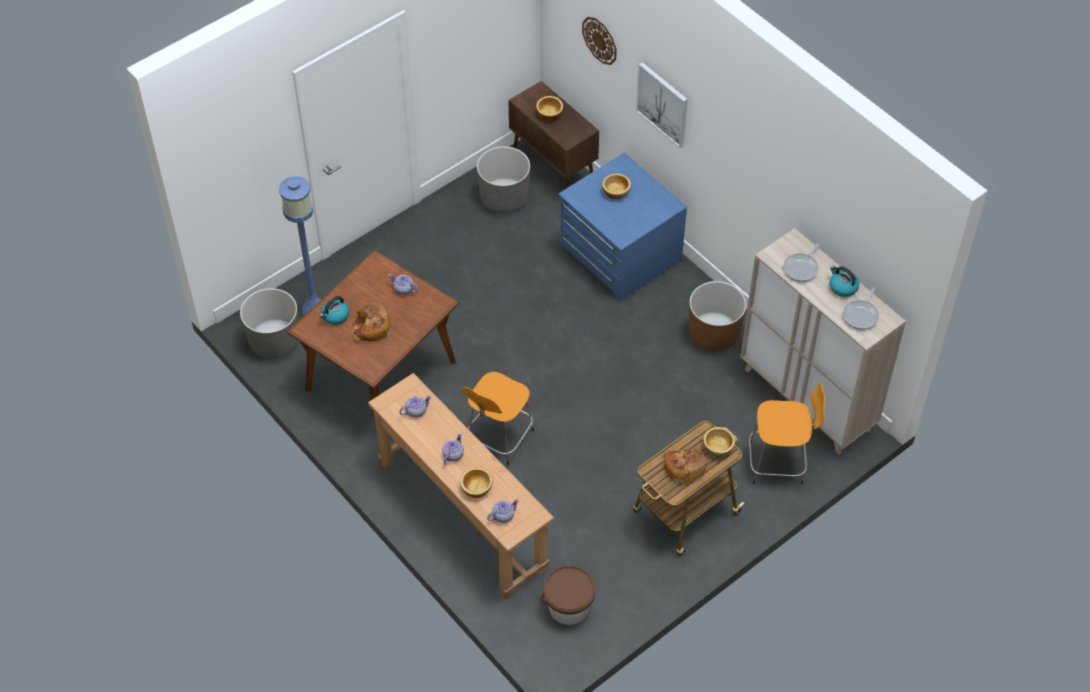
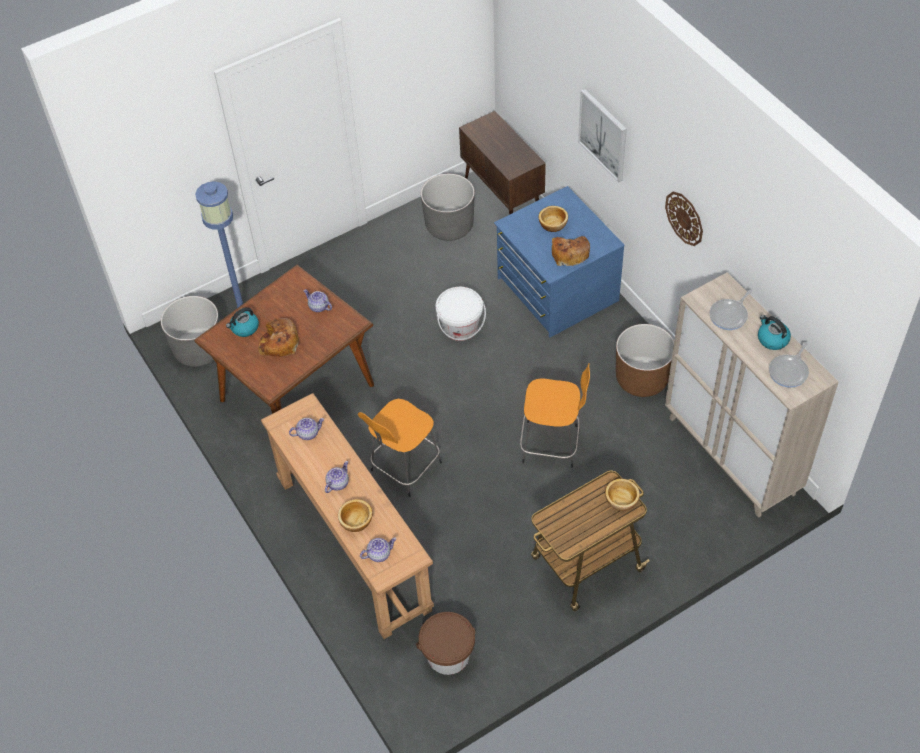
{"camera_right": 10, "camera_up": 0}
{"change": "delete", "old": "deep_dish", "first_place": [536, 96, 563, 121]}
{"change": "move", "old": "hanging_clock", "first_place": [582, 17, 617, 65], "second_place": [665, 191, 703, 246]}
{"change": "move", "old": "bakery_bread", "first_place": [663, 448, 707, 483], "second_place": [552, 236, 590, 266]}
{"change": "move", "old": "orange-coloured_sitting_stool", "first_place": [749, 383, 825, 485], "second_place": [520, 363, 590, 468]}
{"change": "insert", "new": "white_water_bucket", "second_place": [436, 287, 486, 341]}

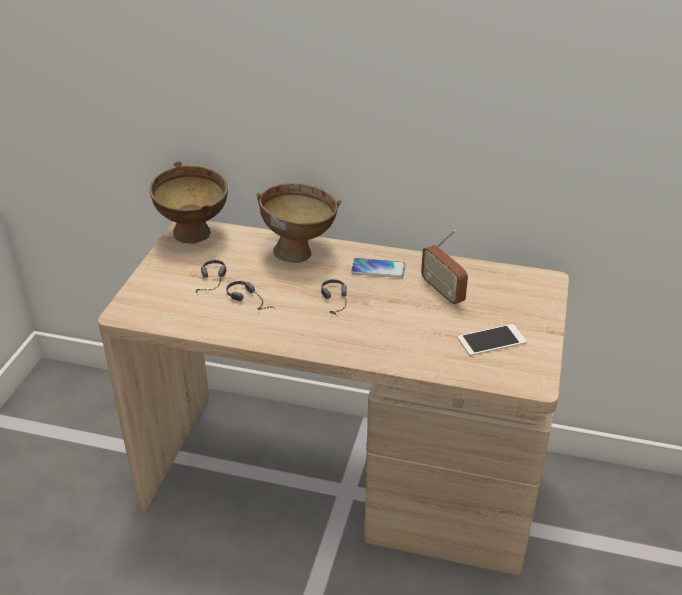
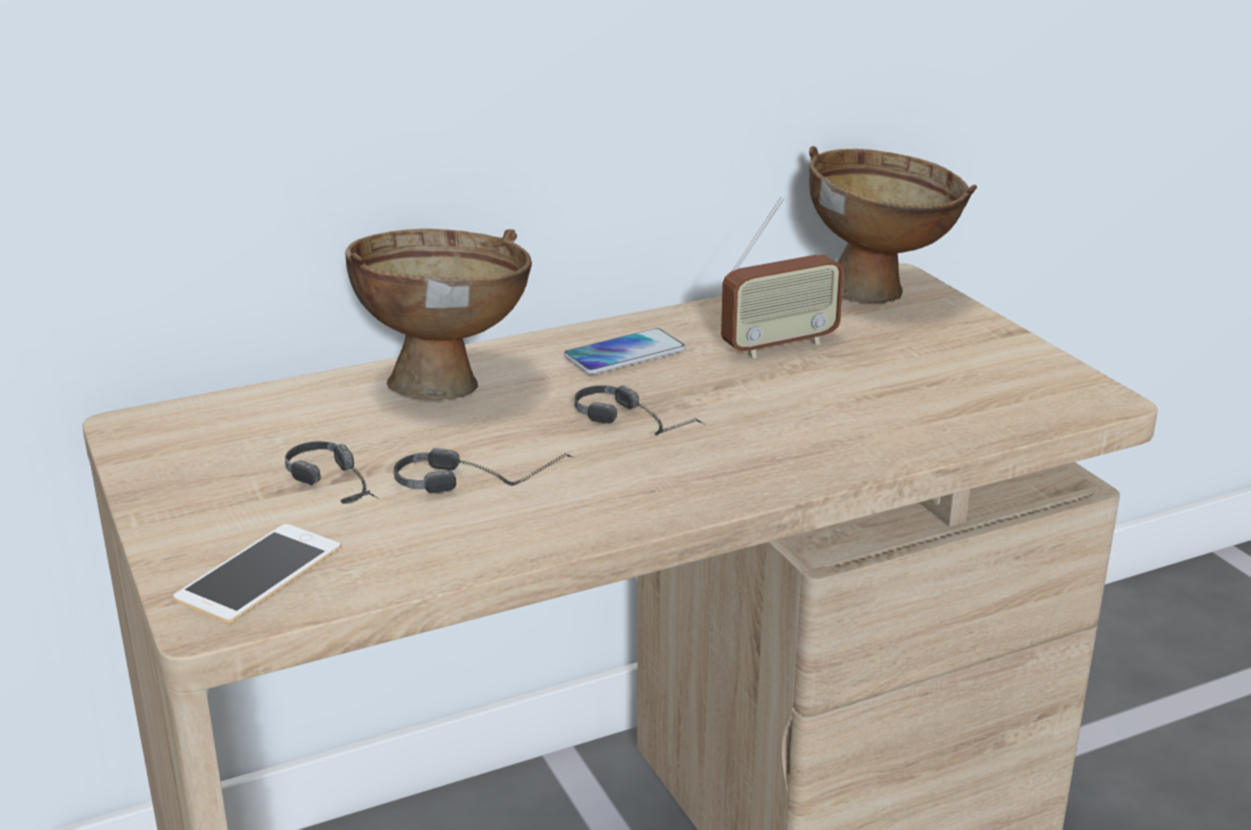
{"camera_right": -40, "camera_up": -10}
{"change": "move", "old": "brown-coloured_deep_dish", "first_place": [150, 161, 228, 244], "second_place": [809, 146, 977, 303]}
{"change": "rotate", "old": "radio_set", "first_place": [421, 230, 468, 305], "second_place": [721, 197, 844, 358], "degrees": -45}
{"change": "move", "old": "phone", "first_place": [458, 324, 527, 356], "second_place": [173, 524, 341, 623]}

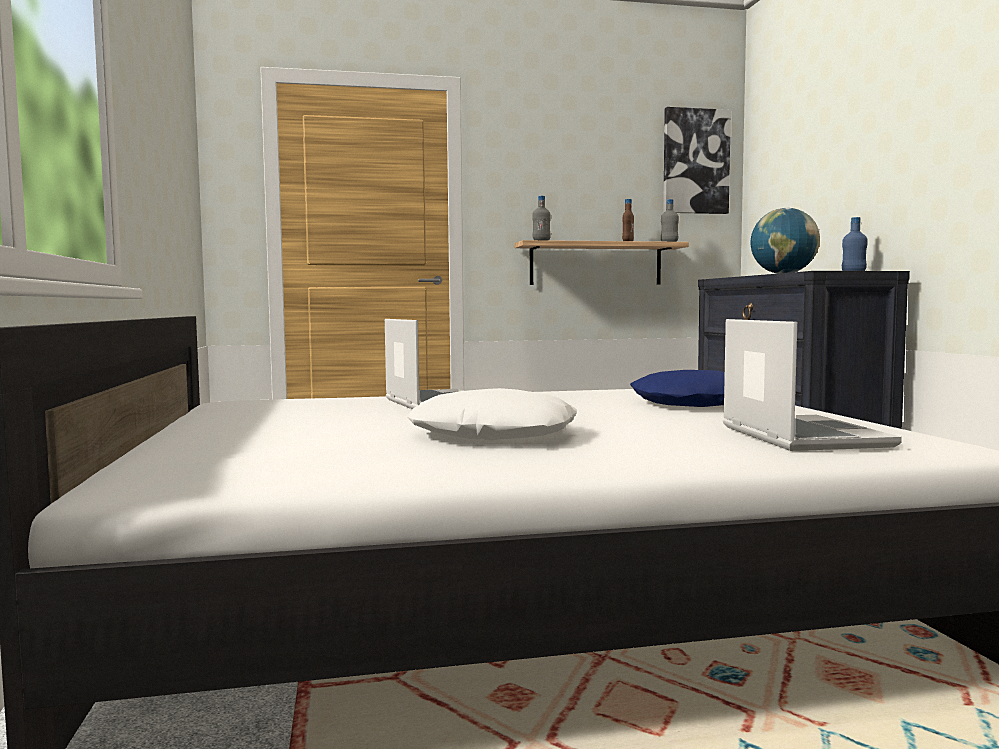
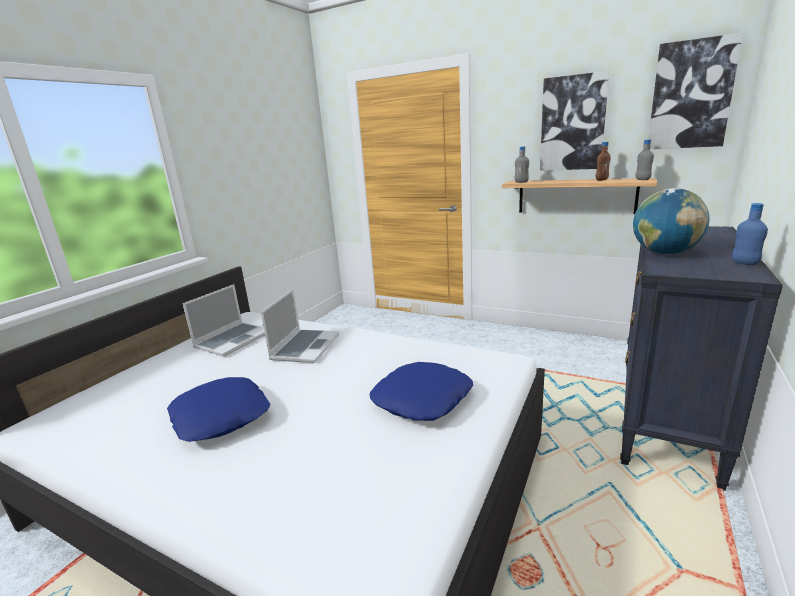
{"camera_right": 40, "camera_up": 15}
{"change": "recolor", "old": "white_throw_pillow", "new": "bluish_throw_pillow", "first_place": [407, 388, 577, 440], "second_place": [167, 377, 270, 442]}
{"change": "move", "old": "laptop", "first_place": [723, 319, 902, 451], "second_place": [182, 284, 265, 357]}
{"change": "insert", "new": "wall_art", "second_place": [540, 71, 609, 171]}

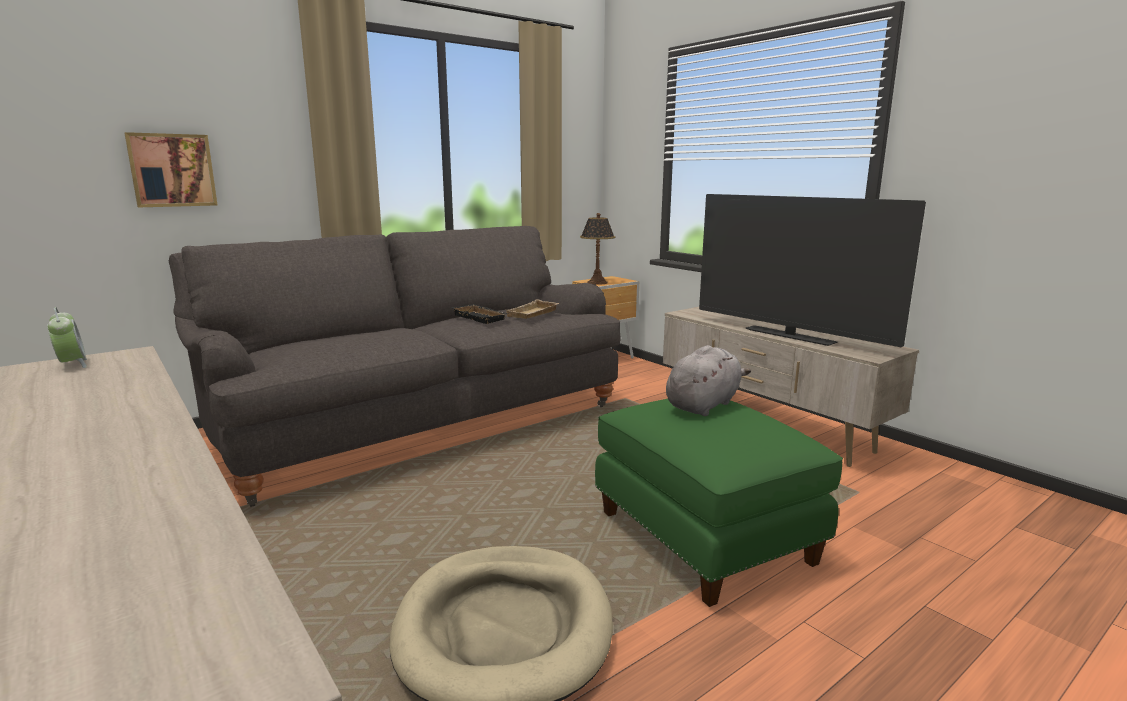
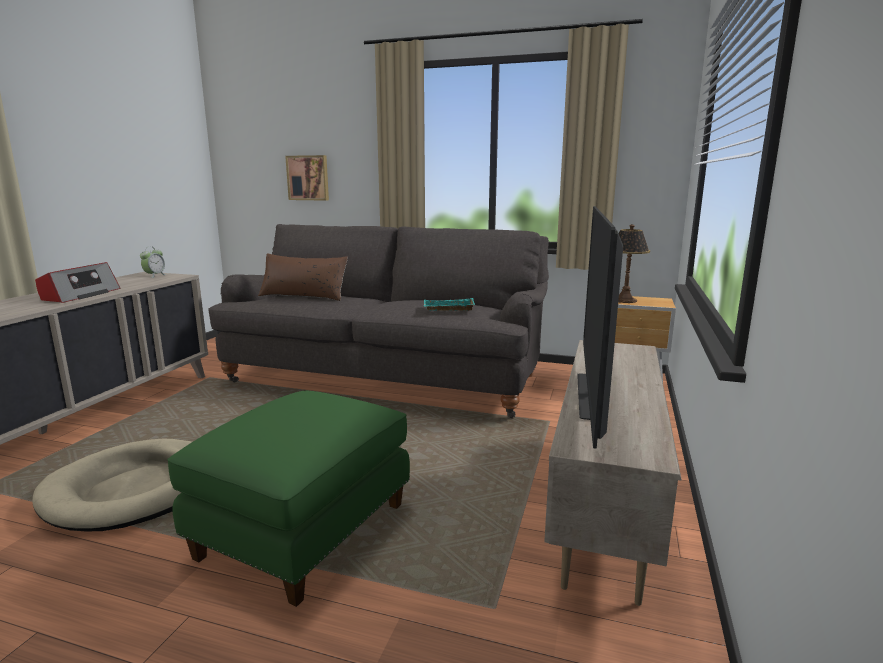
{"camera_right": 55, "camera_up": 0}
{"change": "delete", "old": "blackish_serving_tray", "first_place": [452, 304, 508, 324]}
{"change": "recolor", "old": "beige_serving_tray", "new": "blue-green_serving_tray", "first_place": [506, 299, 559, 319], "second_place": [424, 298, 475, 311]}
{"change": "delete", "old": "gray_soft_toy", "first_place": [666, 345, 751, 416]}
{"change": "insert", "new": "radio_set", "second_place": [35, 262, 120, 303]}
{"change": "insert", "new": "brown-coloured_throw_pillow", "second_place": [258, 254, 348, 301]}

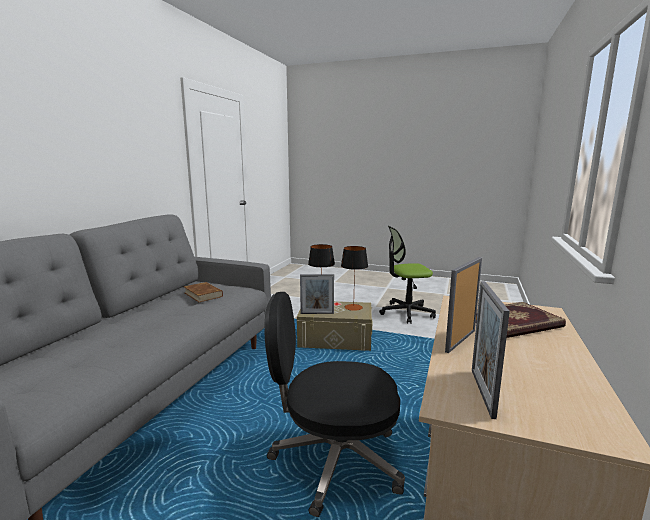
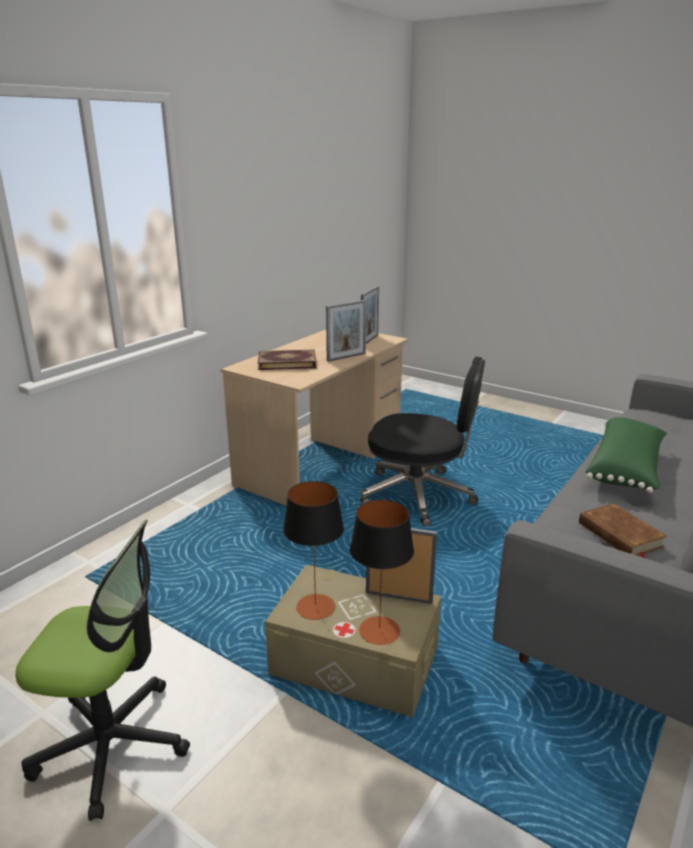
{"camera_right": -165, "camera_up": 10}
{"change": "insert", "new": "greenish_throw_pillow", "second_place": [585, 417, 667, 493]}

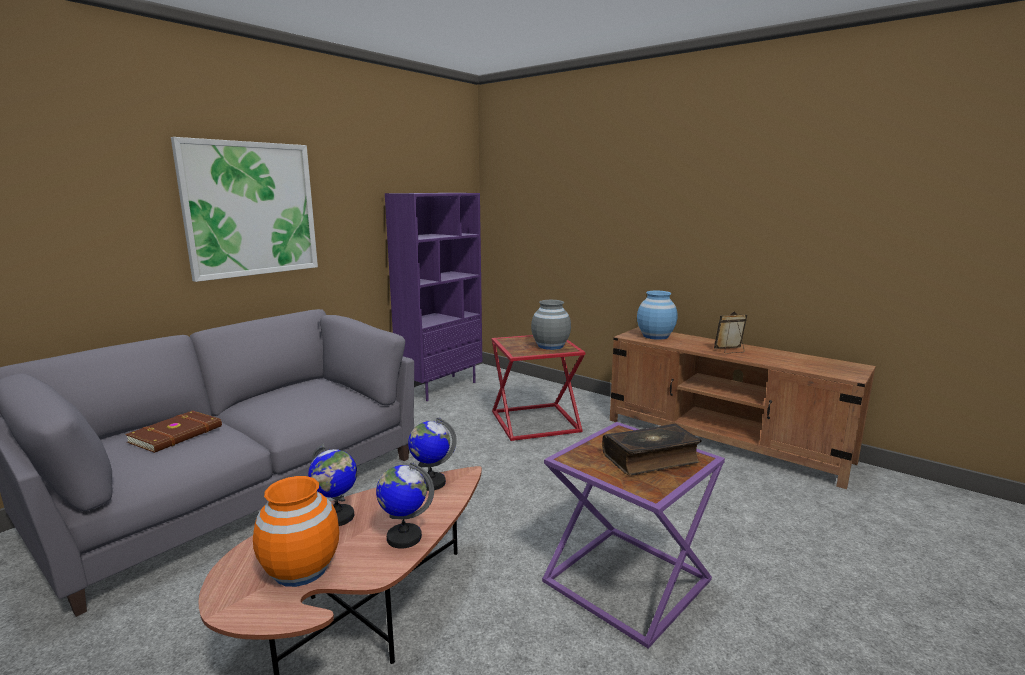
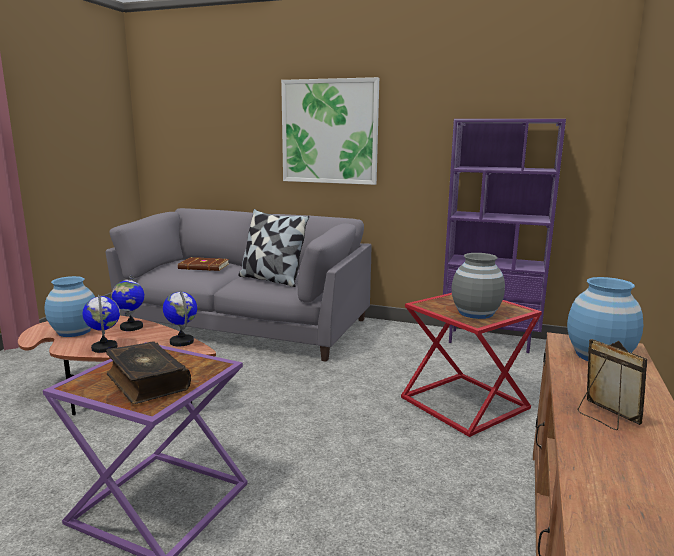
{"camera_right": 70, "camera_up": 0}
{"change": "recolor", "old": "orange-coloured_decorative_vase", "new": "bluish_decorative_vase", "first_place": [253, 476, 339, 587], "second_place": [44, 276, 95, 337]}
{"change": "insert", "new": "throw_pillow", "second_place": [238, 209, 309, 287]}

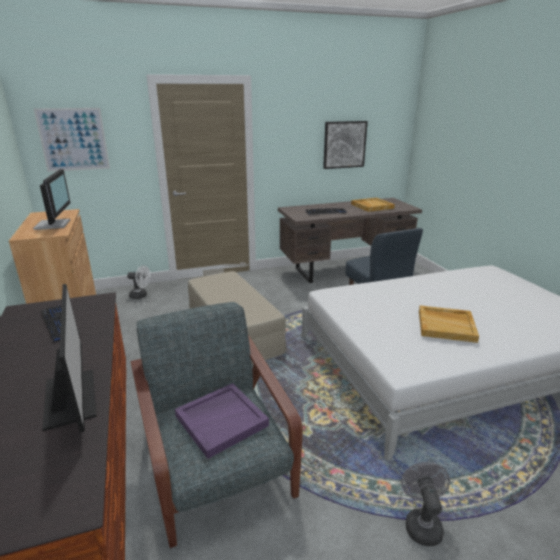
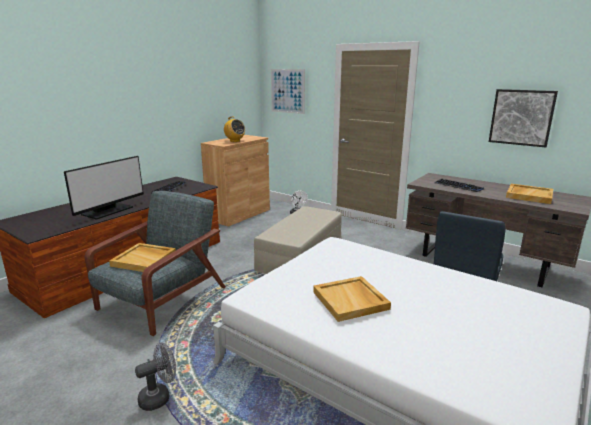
{"camera_right": 55, "camera_up": -5}
{"change": "replace", "old": "monitor", "new": "radio_set", "first_place": [33, 169, 70, 230], "second_place": [224, 116, 245, 142]}
{"change": "recolor", "old": "purplish_serving_tray", "new": "beige_serving_tray", "first_place": [175, 383, 269, 459], "second_place": [109, 243, 176, 272]}

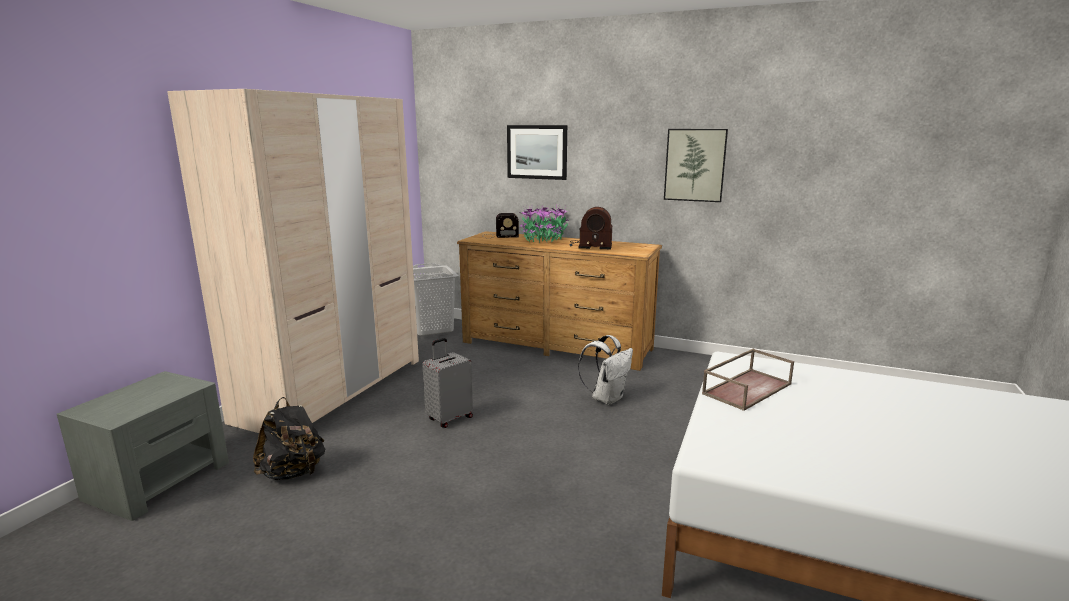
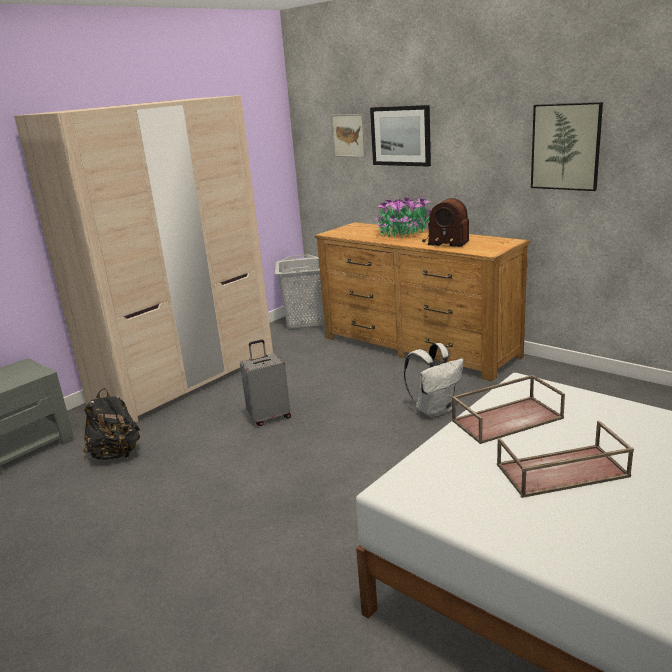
{"camera_right": 20, "camera_up": 5}
{"change": "delete", "old": "radio_set", "first_place": [484, 213, 519, 238]}
{"change": "insert", "new": "wall_art", "second_place": [331, 114, 366, 157]}
{"change": "insert", "new": "brown-coloured_serving_tray", "second_place": [497, 421, 634, 498]}

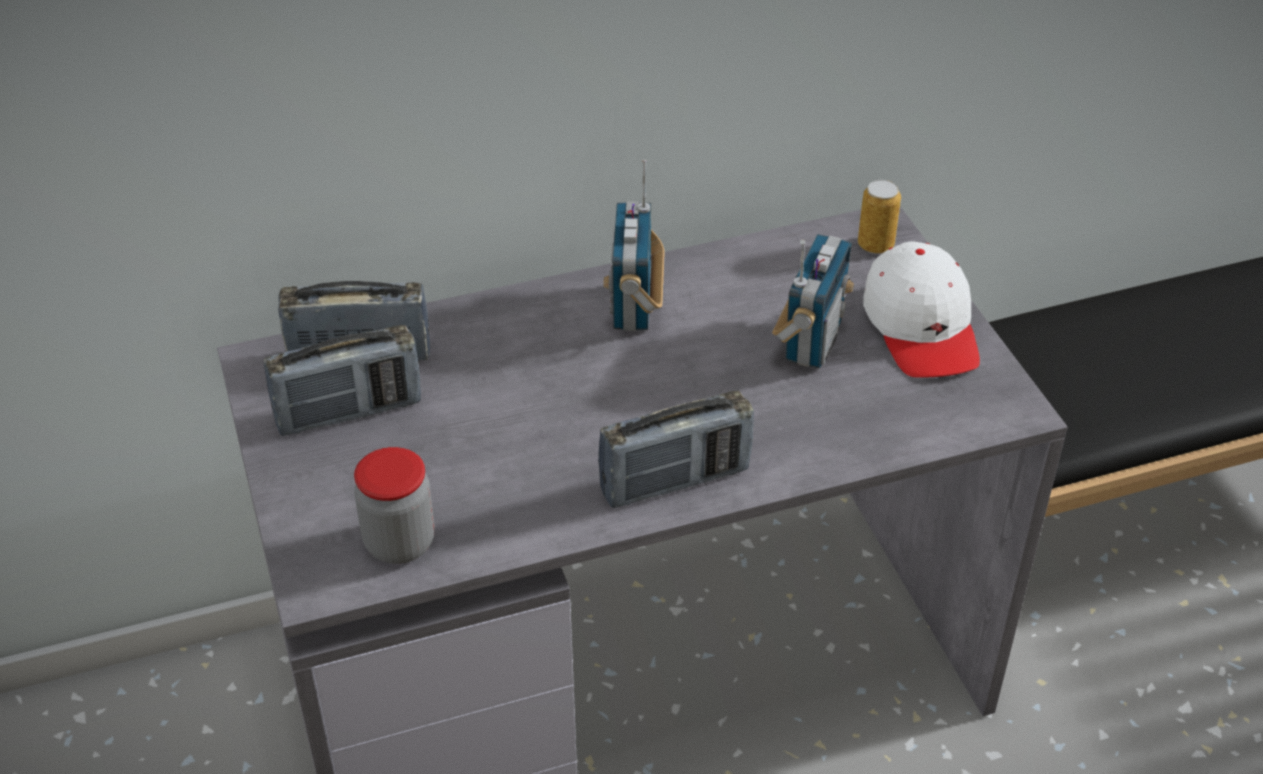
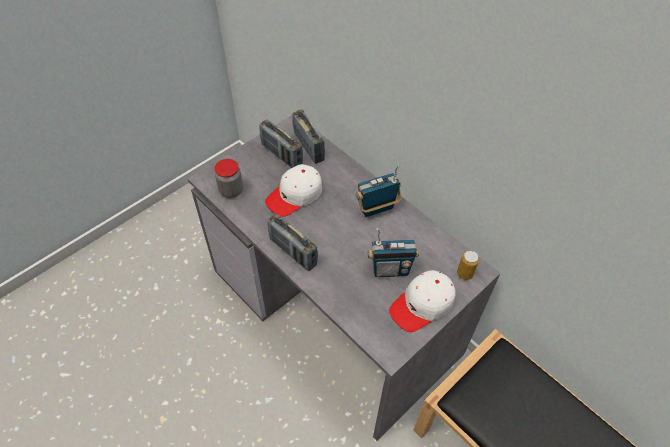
{"camera_right": 65, "camera_up": 10}
{"change": "insert", "new": "white_baseball_cap", "second_place": [265, 164, 322, 217]}

